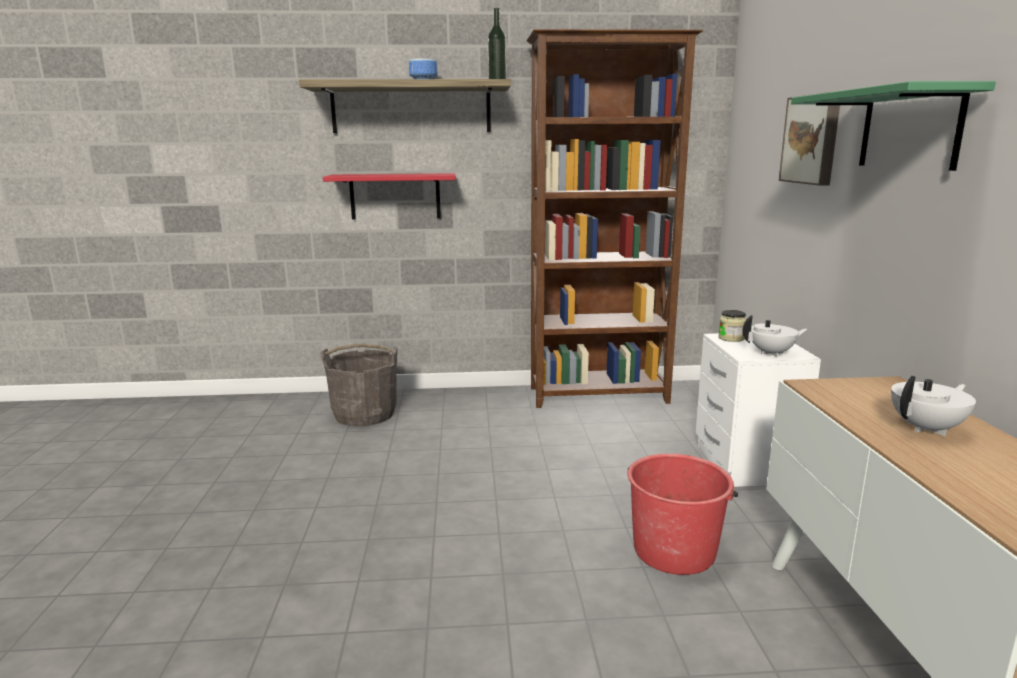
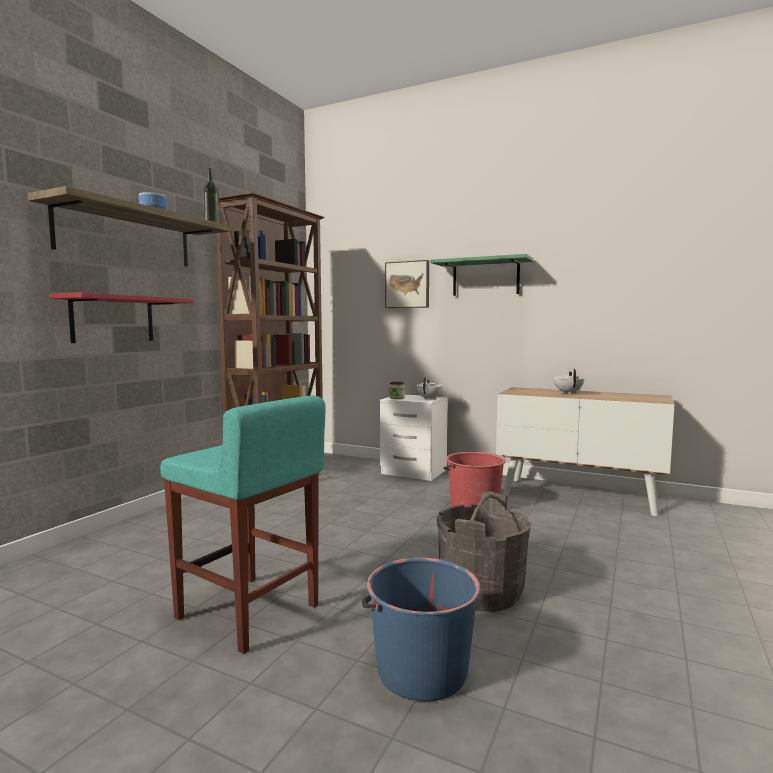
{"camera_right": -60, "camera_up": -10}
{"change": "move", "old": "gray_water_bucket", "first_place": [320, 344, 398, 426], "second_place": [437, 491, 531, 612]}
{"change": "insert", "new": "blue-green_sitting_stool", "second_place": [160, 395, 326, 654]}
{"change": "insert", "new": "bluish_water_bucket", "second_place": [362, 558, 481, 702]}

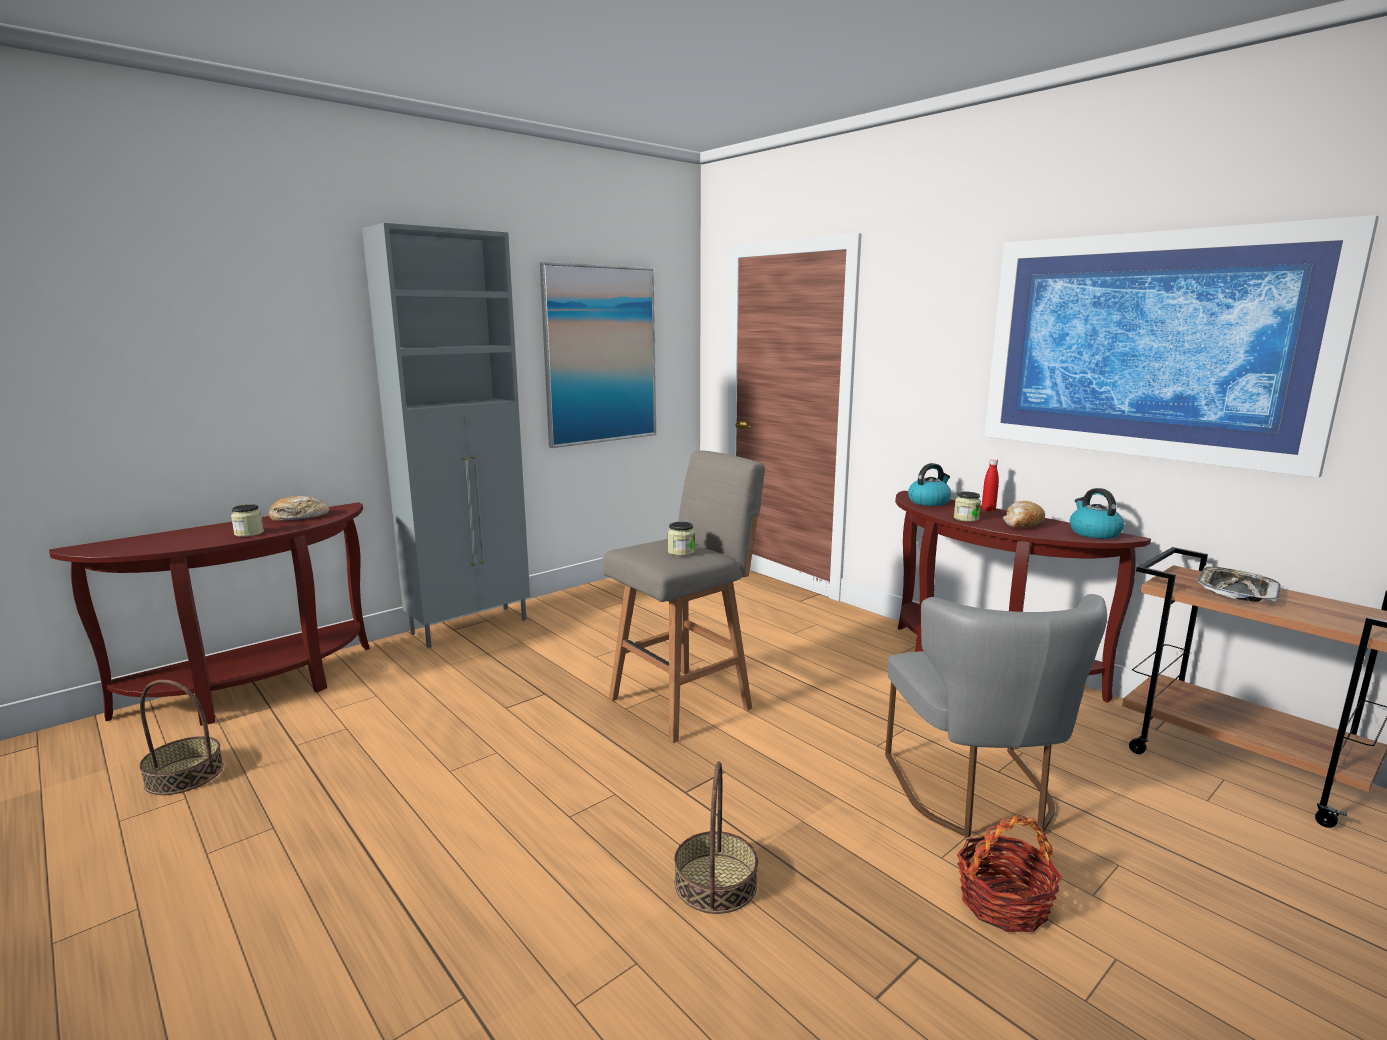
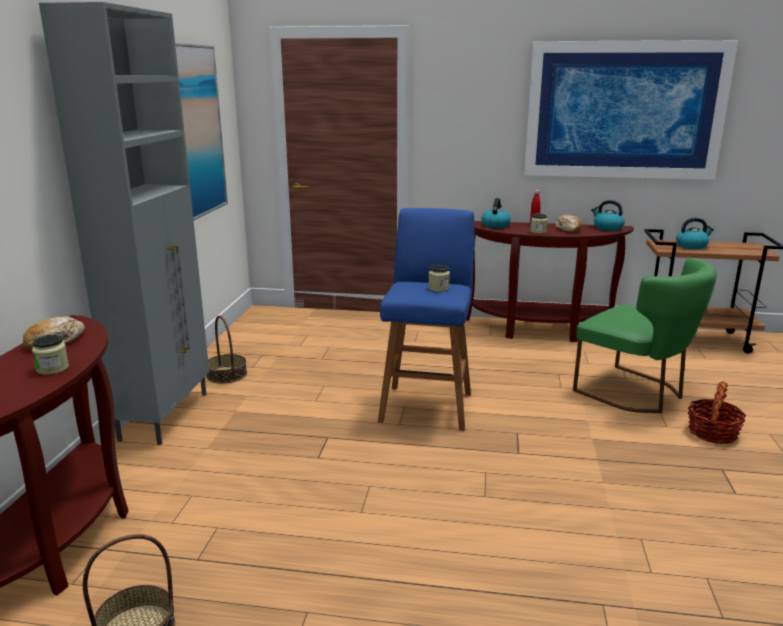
{"camera_right": -40, "camera_up": 5}
{"change": "recolor", "old": "gray_sitting_stool", "new": "bluish_sitting_stool", "first_place": [602, 450, 765, 743], "second_place": [378, 208, 475, 431]}
{"change": "move", "old": "household_basket", "first_place": [674, 761, 758, 914], "second_place": [206, 315, 247, 383]}
{"change": "recolor", "old": "gray_upright_chair", "new": "greenish_upright_chair", "first_place": [885, 594, 1107, 838], "second_place": [573, 258, 717, 413]}
{"change": "replace", "old": "serving_tray", "new": "water_kettle", "first_place": [1197, 566, 1280, 602], "second_place": [676, 218, 714, 249]}

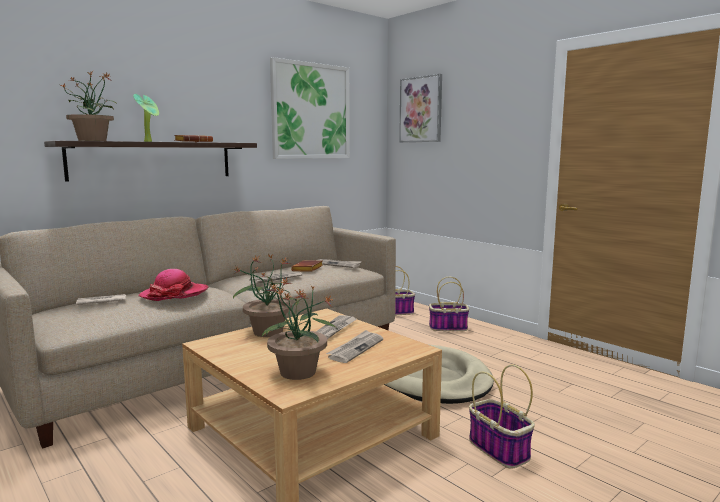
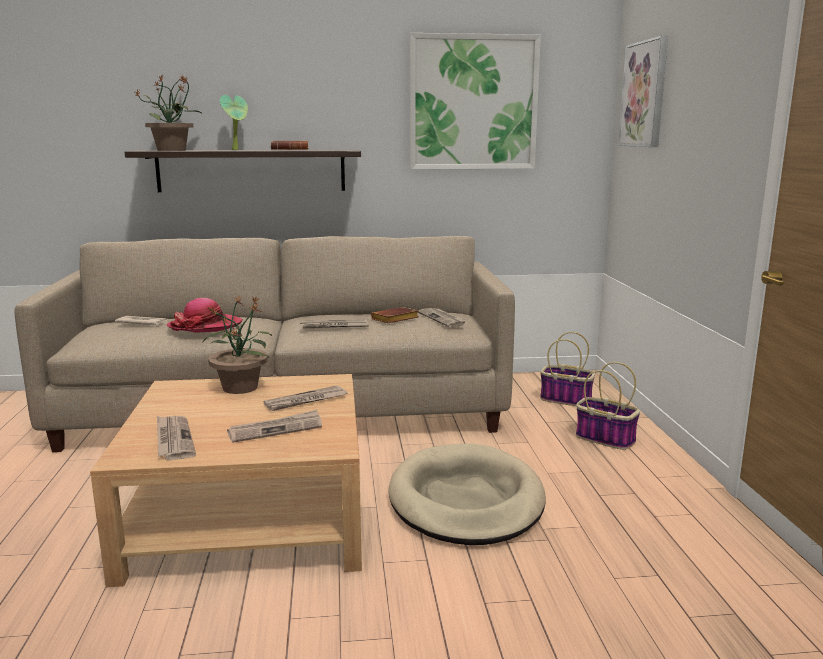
{"camera_right": 35, "camera_up": 5}
{"change": "replace", "old": "houseplant", "new": "newspaper", "first_place": [262, 284, 336, 380], "second_place": [157, 416, 196, 460]}
{"change": "delete", "old": "household_basket", "first_place": [469, 364, 535, 469]}

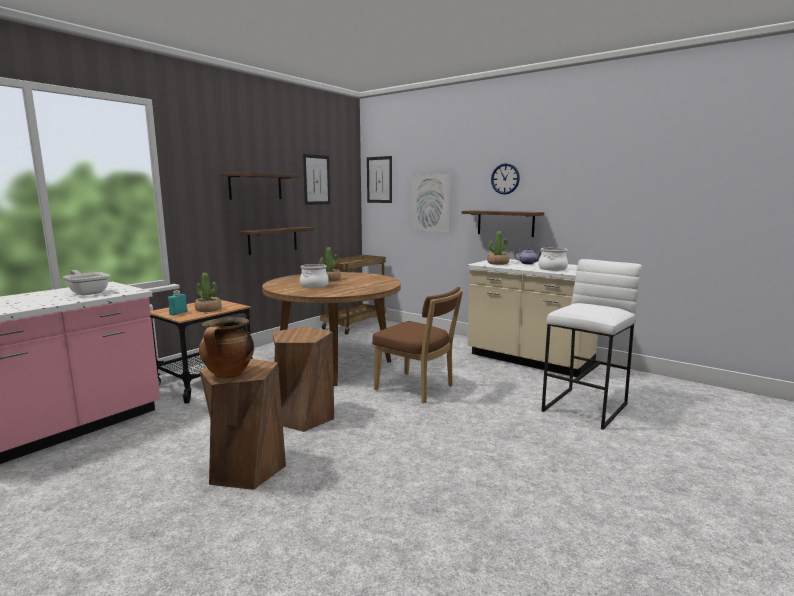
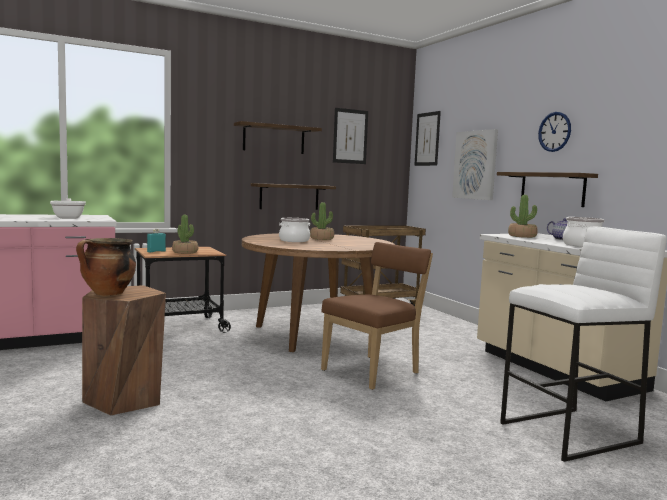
{"camera_right": 25, "camera_up": -5}
{"change": "delete", "old": "brown-coloured_sitting_stool", "first_place": [272, 326, 334, 432]}
{"change": "rotate", "old": "brown-coloured_upright_chair", "first_place": [372, 287, 463, 404], "second_place": [321, 242, 433, 390], "degrees": -105}

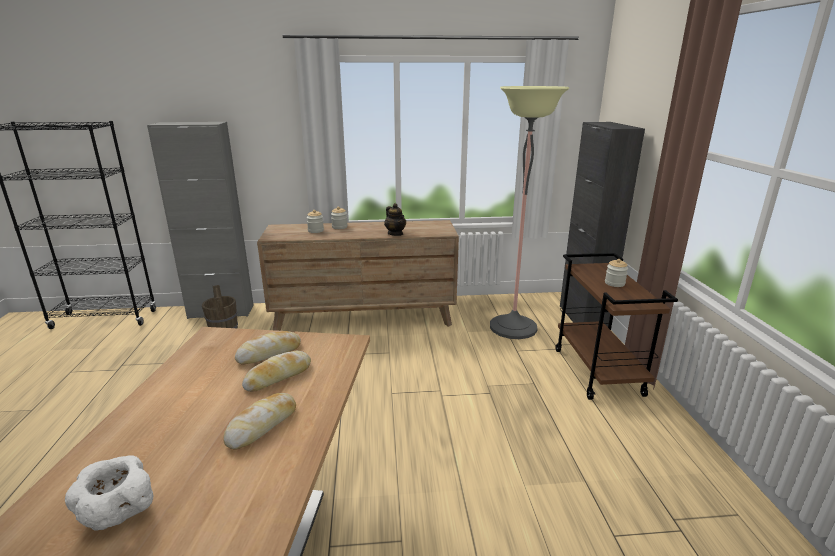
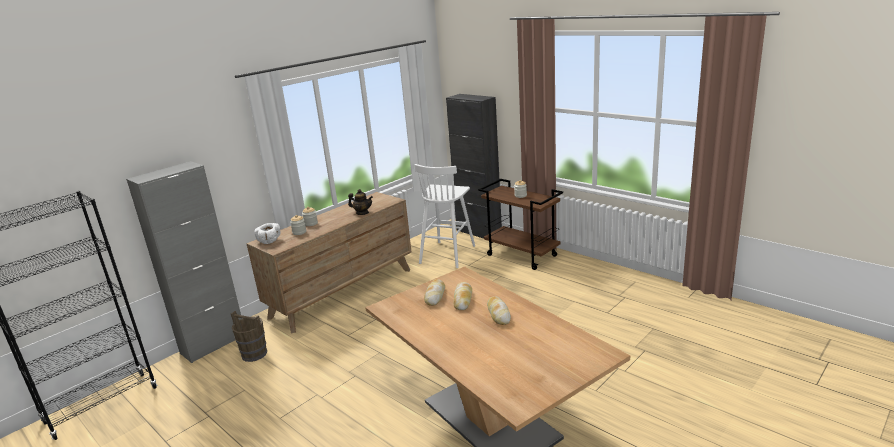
{"camera_right": -40, "camera_up": 0}
{"change": "move", "old": "white_deep_dish", "first_place": [65, 455, 153, 530], "second_place": [254, 223, 281, 244]}
{"change": "replace", "old": "standard_lamp", "new": "white_sitting_stool", "first_place": [490, 86, 569, 339], "second_place": [414, 164, 475, 268]}

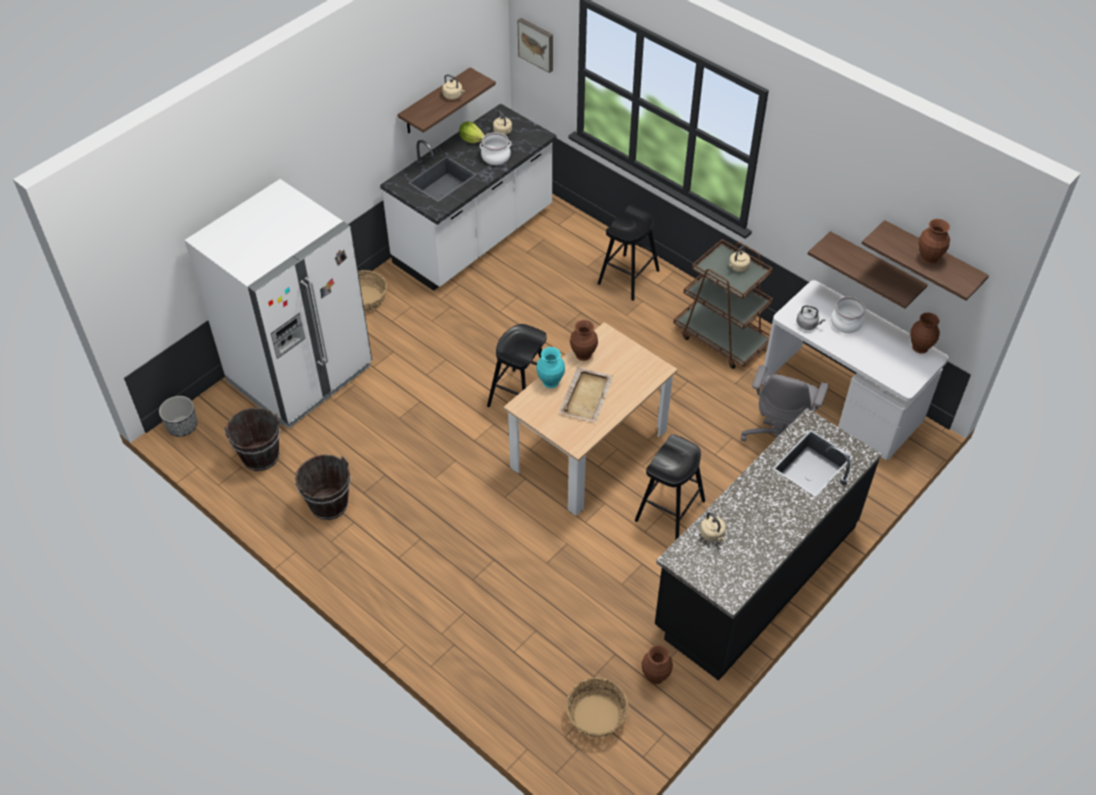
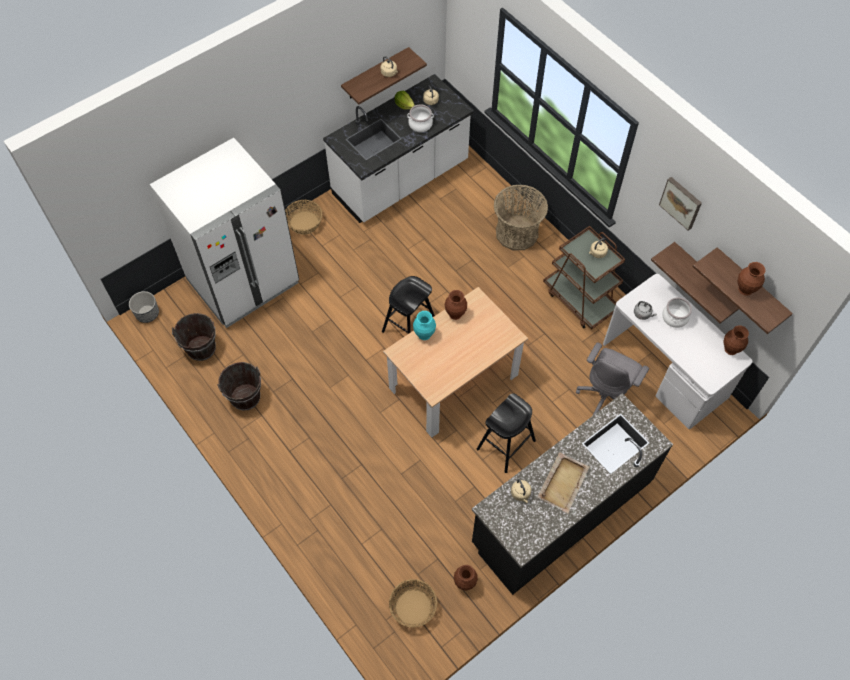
{"camera_right": 10, "camera_up": 10}
{"change": "move", "old": "wall_art", "first_place": [518, 18, 553, 73], "second_place": [659, 177, 702, 231]}
{"change": "move", "old": "beige_serving_tray", "first_place": [559, 367, 613, 423], "second_place": [537, 452, 590, 514]}
{"change": "replace", "old": "blackish_sitting_stool", "new": "household_basket", "first_place": [598, 205, 660, 301], "second_place": [494, 184, 548, 250]}

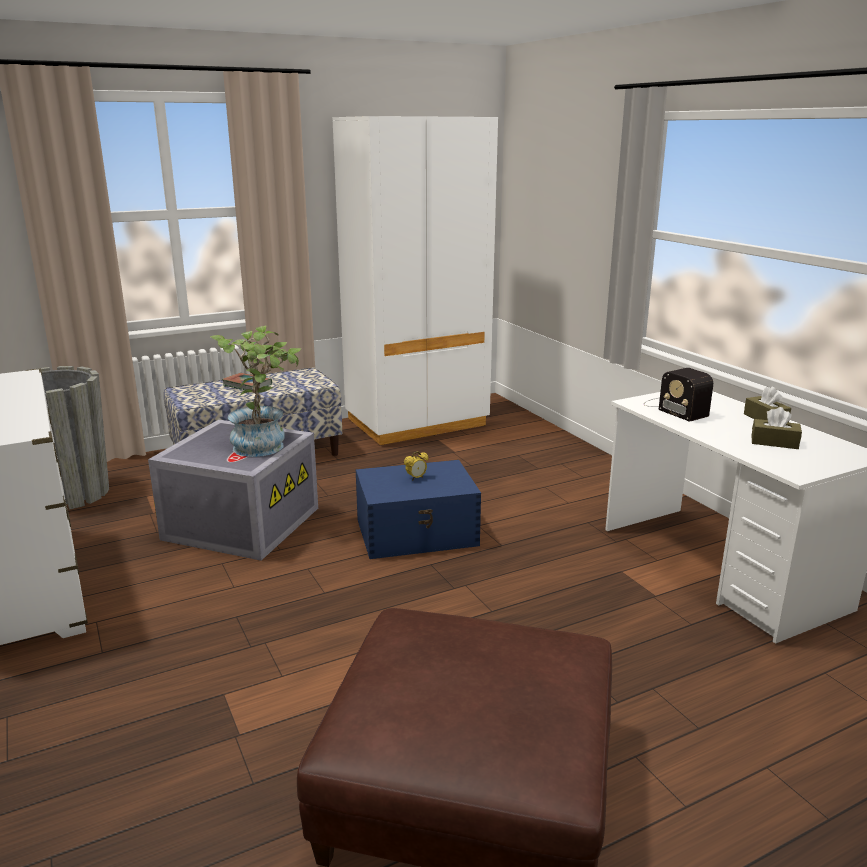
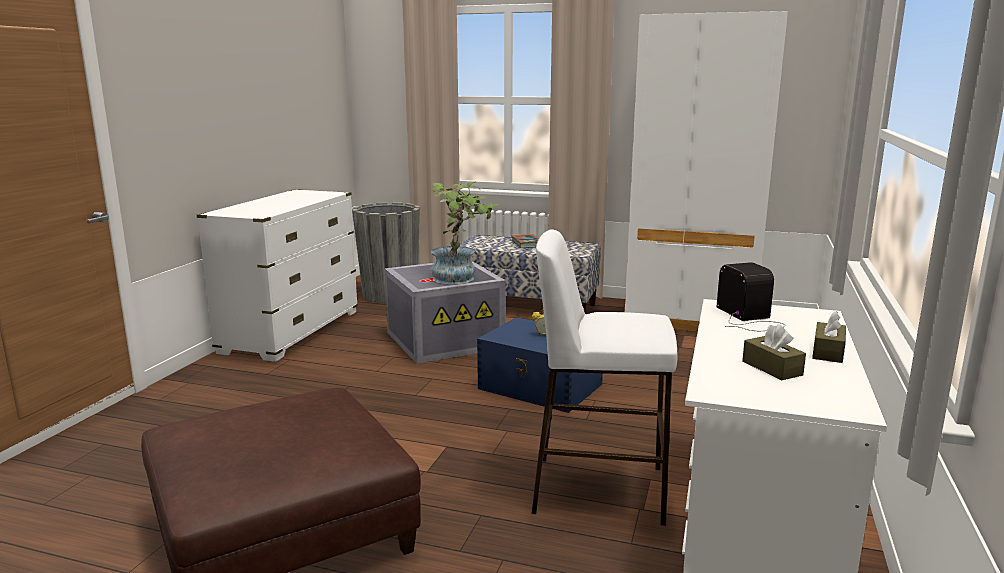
{"camera_right": 45, "camera_up": -5}
{"change": "rotate", "old": "radio_set", "first_place": [644, 368, 713, 422], "second_place": [717, 262, 785, 331], "degrees": 150}
{"change": "insert", "new": "white_sitting_stool", "second_place": [531, 229, 678, 526]}

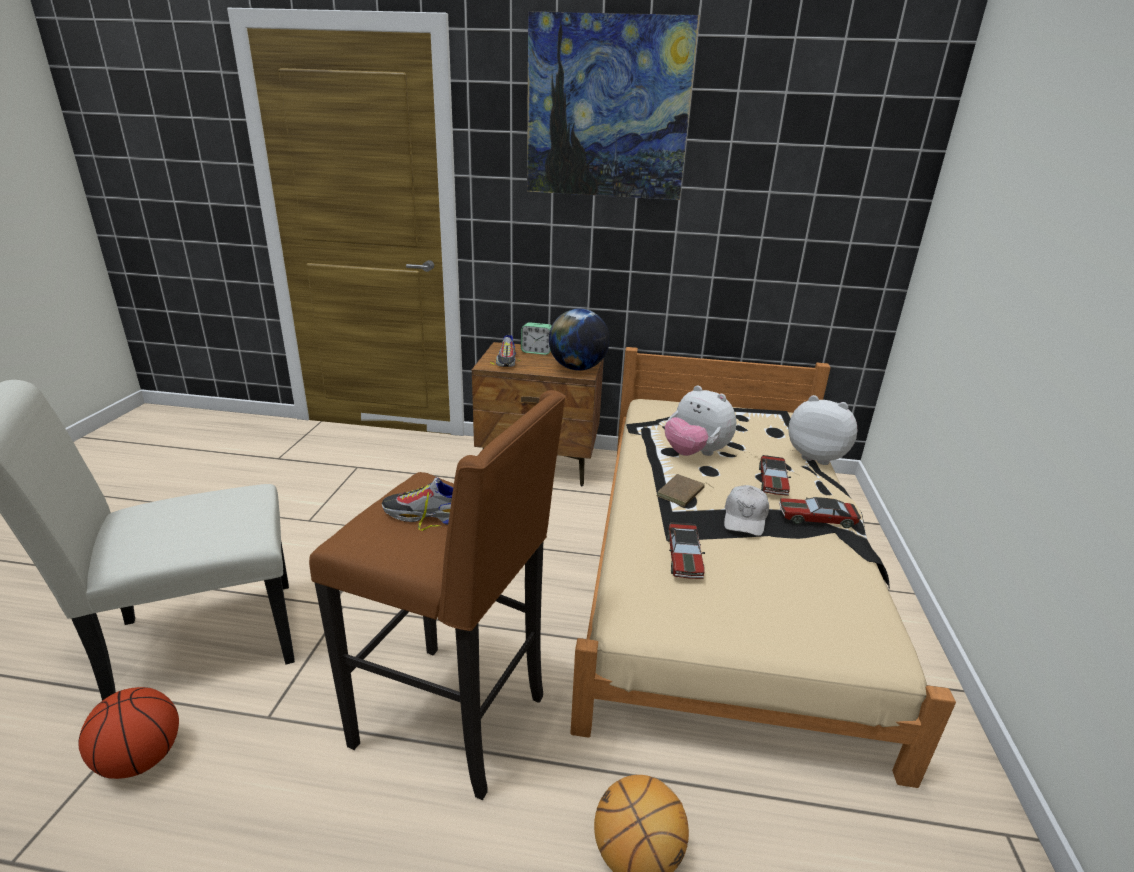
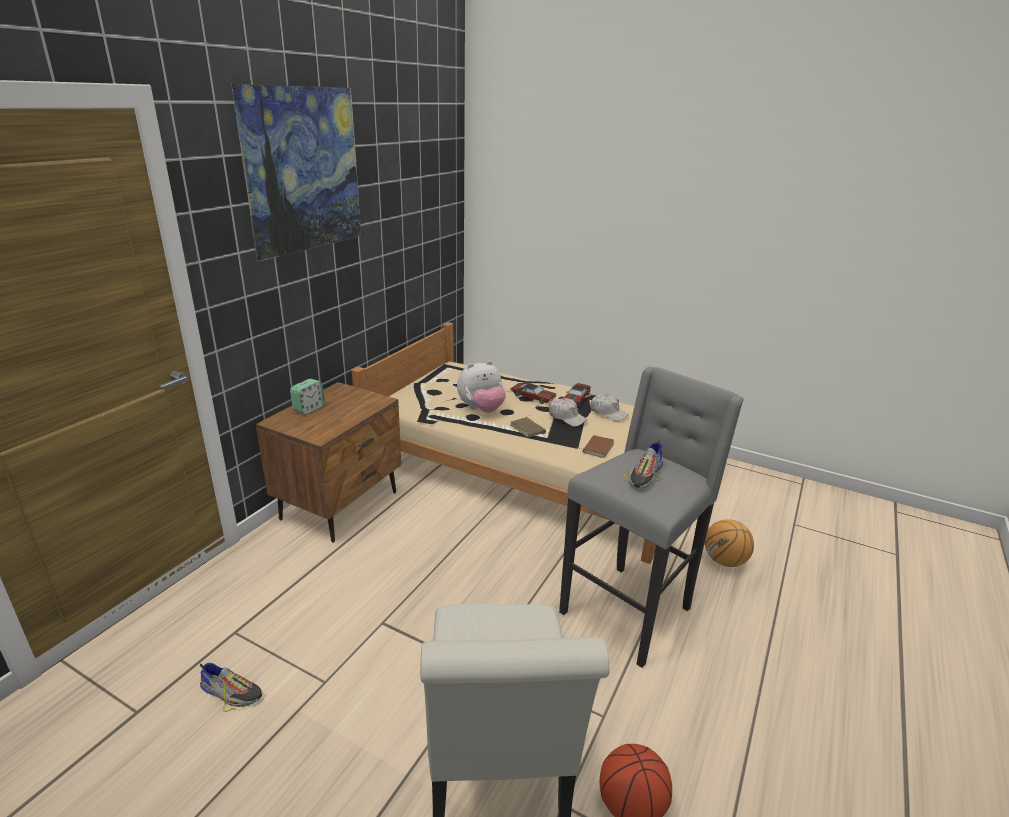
{"camera_right": -70, "camera_up": 0}
{"change": "recolor", "old": "brown-coloured_sitting_stool", "new": "gray_sitting_stool", "first_place": [309, 390, 566, 801], "second_place": [559, 367, 744, 668]}
{"change": "move", "old": "low_shoe", "first_place": [490, 334, 521, 367], "second_place": [199, 663, 262, 712]}
{"change": "delete", "old": "world_globe", "first_place": [549, 309, 610, 371]}
{"change": "replace", "old": "toy_car", "new": "brown-coloured_bound_book", "first_place": [668, 522, 705, 579], "second_place": [580, 435, 614, 458]}
{"change": "delete", "old": "soft_toy", "first_place": [788, 395, 857, 465]}
{"change": "insert", "new": "white_baseball_cap", "second_place": [591, 394, 629, 421]}

